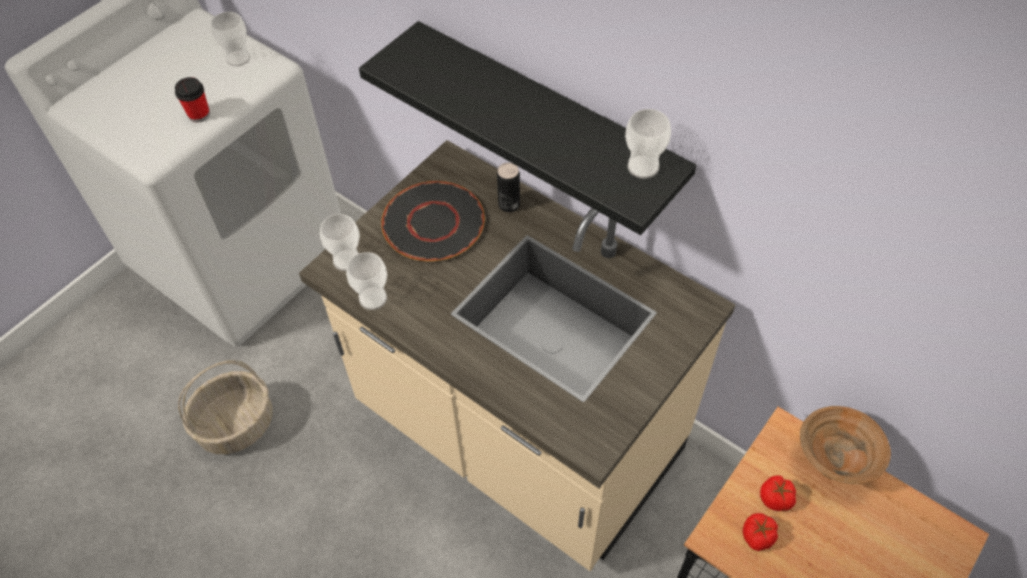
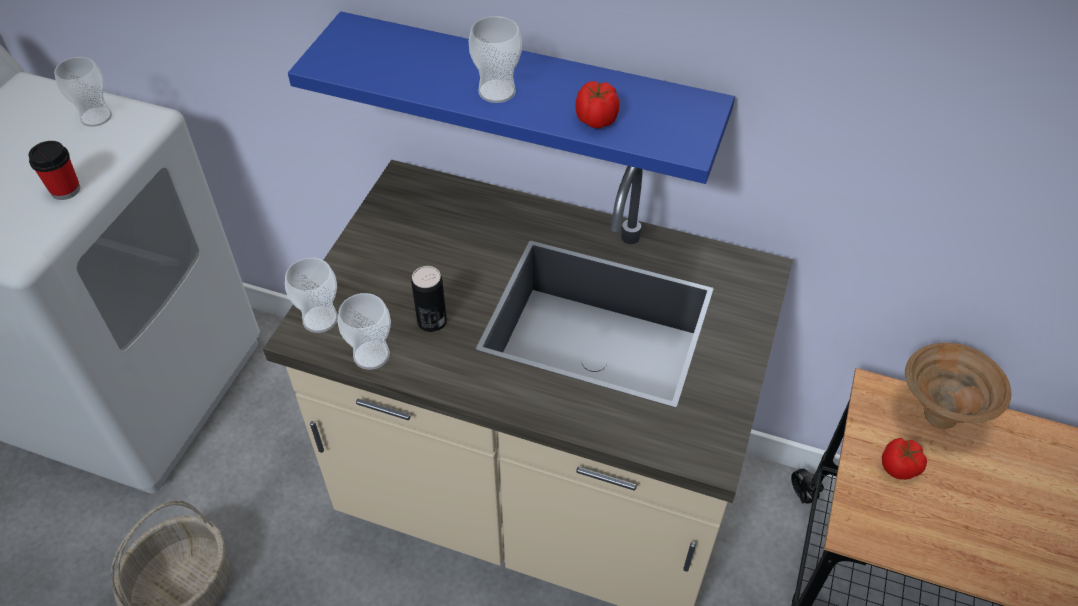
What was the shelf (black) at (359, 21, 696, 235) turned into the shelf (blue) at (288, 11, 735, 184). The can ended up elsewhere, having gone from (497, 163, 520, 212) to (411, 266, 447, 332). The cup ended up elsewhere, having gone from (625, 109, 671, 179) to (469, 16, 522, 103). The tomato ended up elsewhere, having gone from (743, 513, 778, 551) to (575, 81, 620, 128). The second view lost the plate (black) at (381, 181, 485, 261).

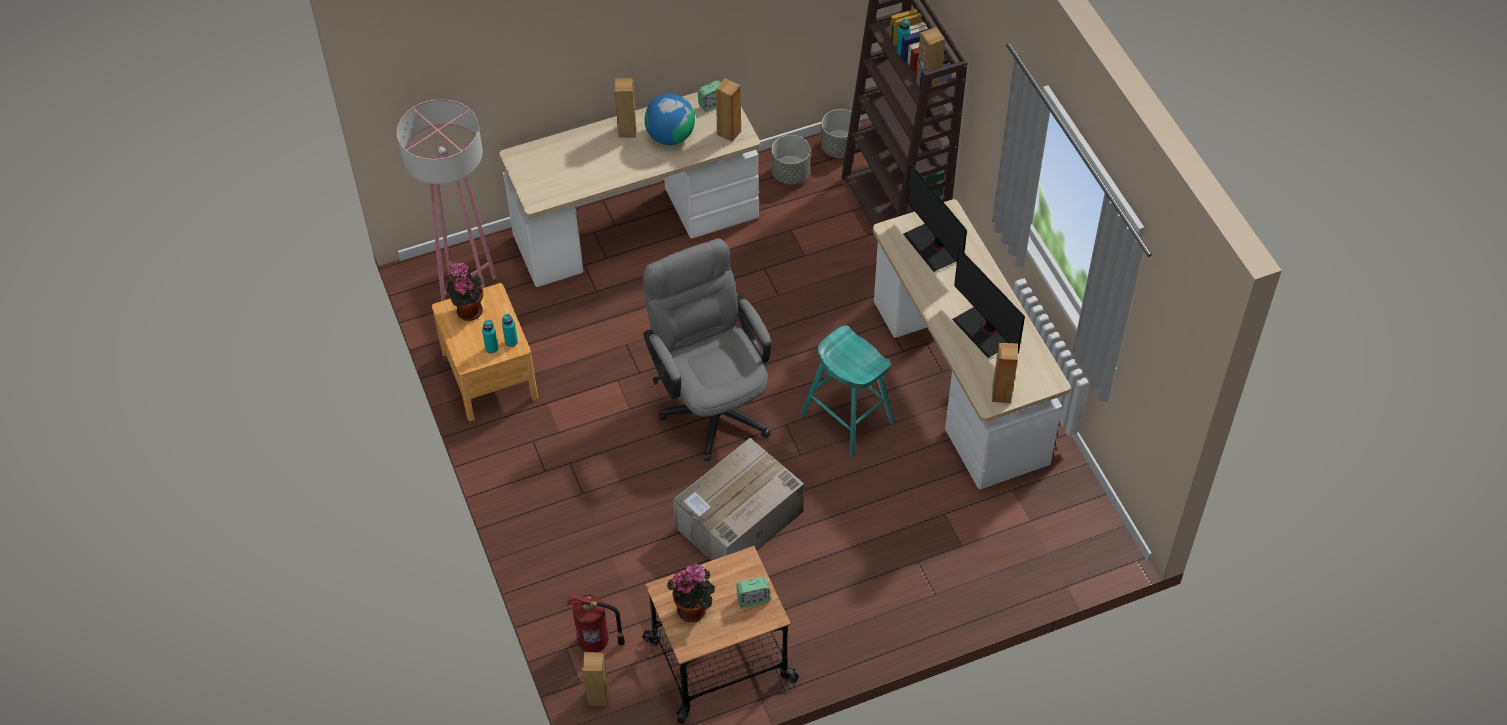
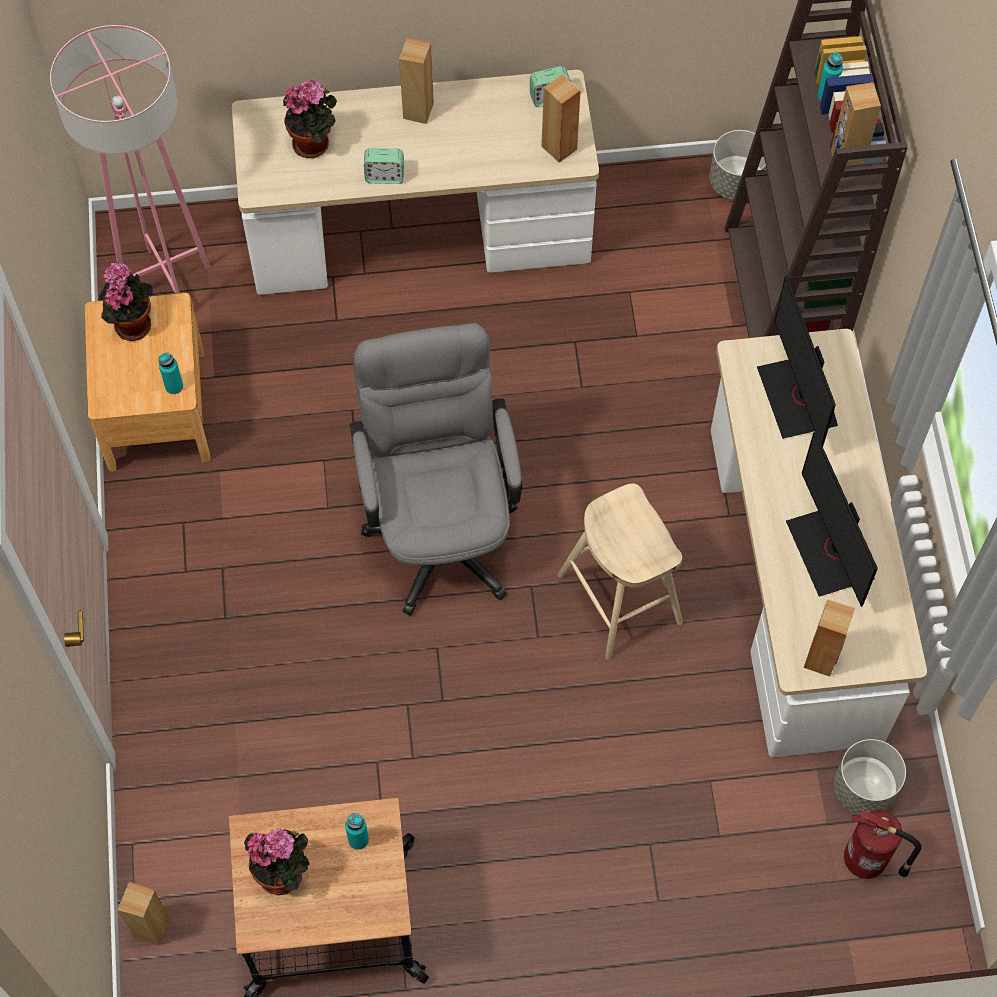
The second view gained the potted plant at (283, 80, 337, 158). The bottle (turquoise) ended up elsewhere, having gone from (482, 320, 498, 353) to (345, 813, 369, 850). The alarm clock ended up elsewhere, having gone from (736, 577, 770, 608) to (364, 148, 404, 184). What was the stool (turquoise) at (801, 325, 894, 457) turned into the stool (beige) at (557, 483, 683, 660). The planter (grey) ended up elsewhere, having gone from (772, 135, 811, 184) to (834, 739, 906, 815). The fire extinguisher ended up elsewhere, having gone from (566, 593, 625, 652) to (844, 809, 921, 879). The second view lost the globe at (645, 94, 695, 145). The second view lost the cardboard box at (673, 438, 804, 561).

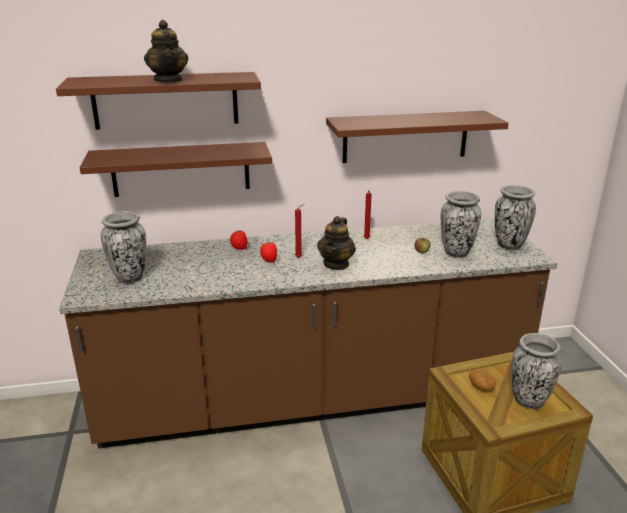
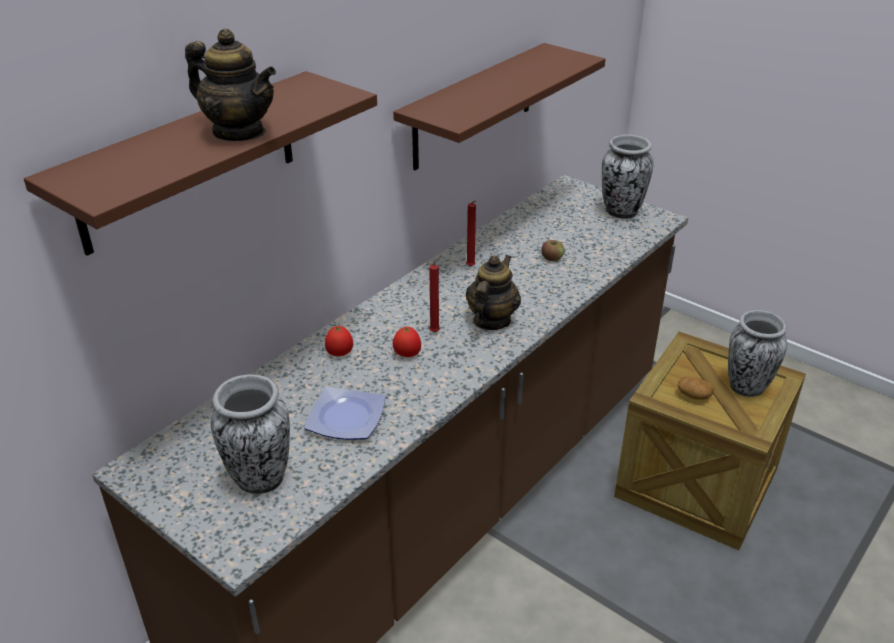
The second view gained the plate at (304, 387, 386, 440). The teapot at (317, 216, 356, 270) ended up facing another way, 135 degrees counterclockwise from before. The second view lost the shelf (brown) at (80, 142, 272, 197). The second view lost the vase at (441, 191, 481, 258).

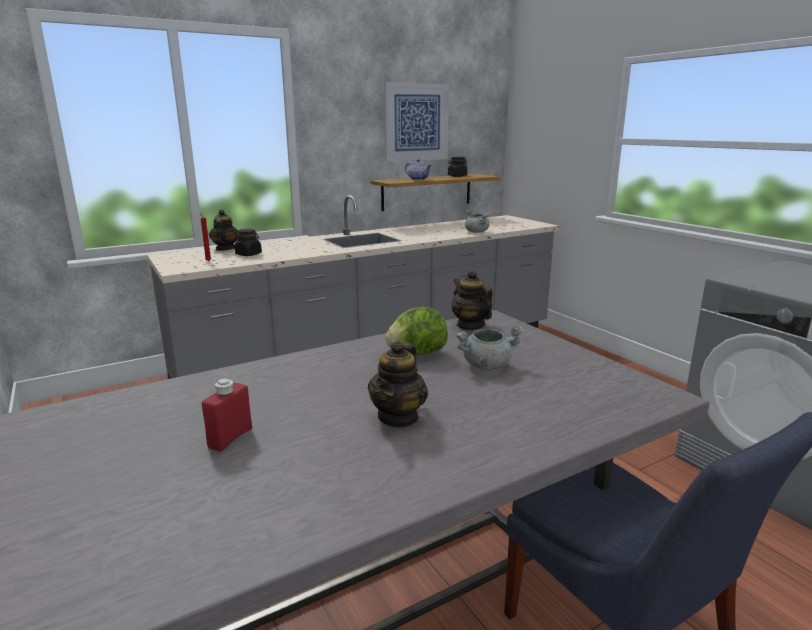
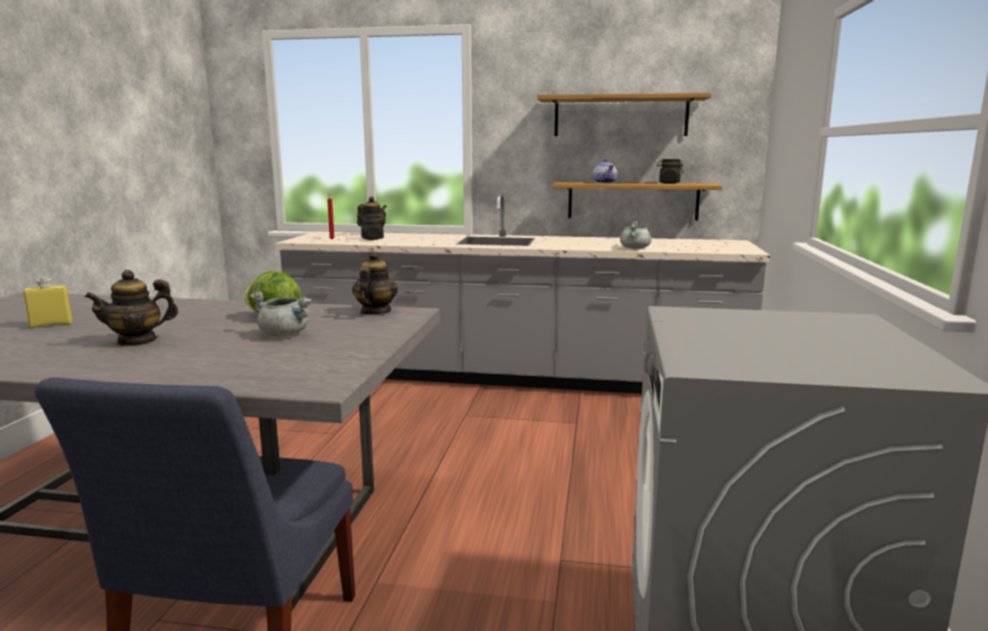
What was the bottle (red) at (202, 379, 252, 451) turned into the bottle (yellow) at (23, 277, 72, 328). Where the picture hung at (384, 82, 449, 162), the shelf came to hang at (537, 93, 711, 136).

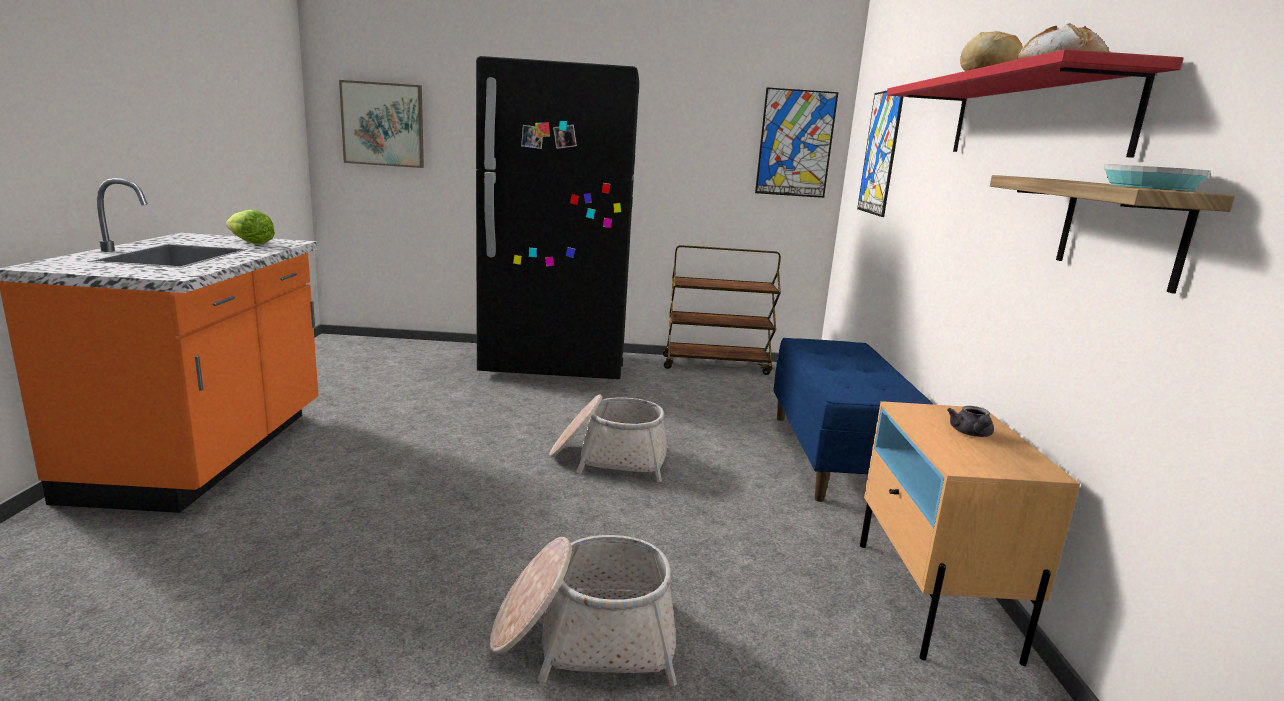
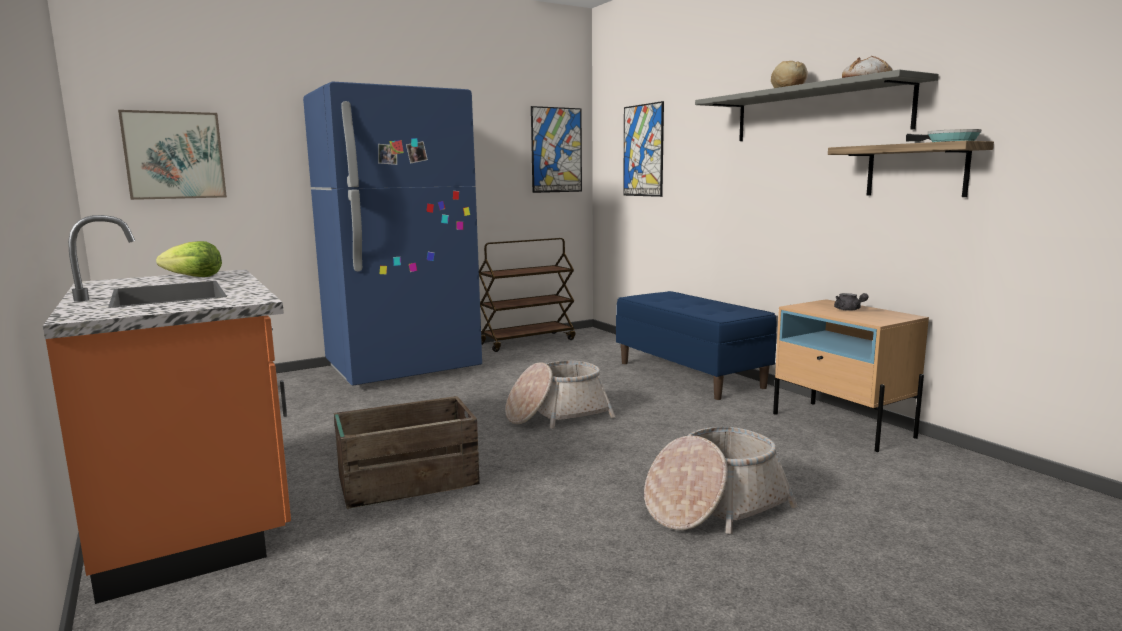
What was the fridge (black) at (476, 56, 639, 379) turned into the fridge (blue) at (303, 81, 482, 386). The second view gained the crate at (334, 396, 480, 509). What was the shelf (red) at (887, 49, 1183, 158) turned into the shelf (grey) at (695, 69, 939, 141).

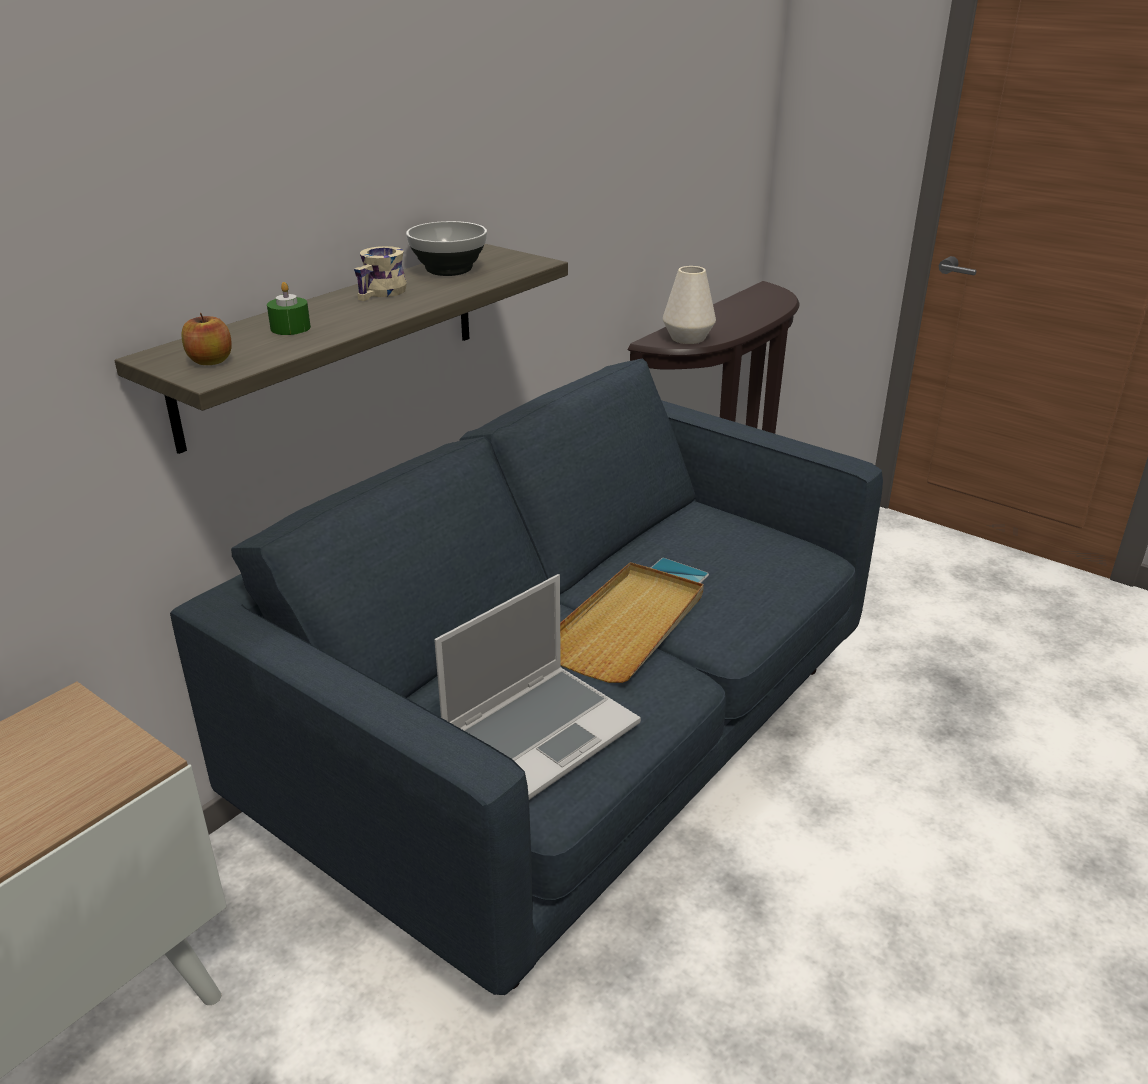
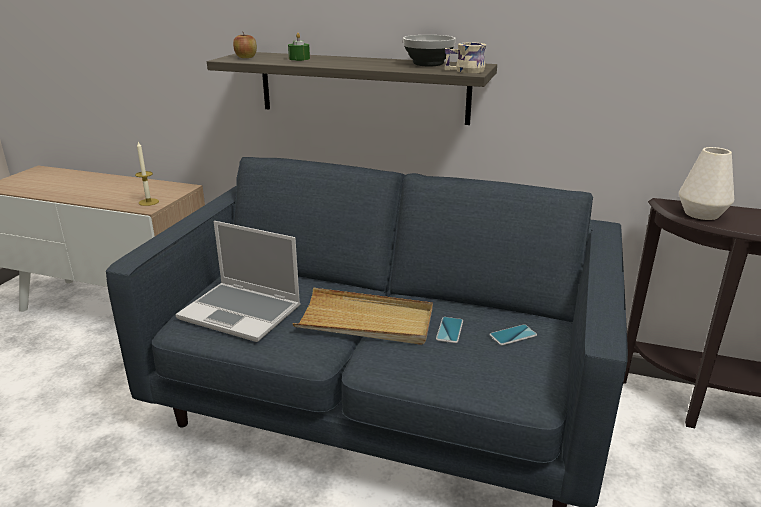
The second view gained the candle at (135, 142, 159, 206). The mug (beige) ended up elsewhere, having gone from (354, 246, 407, 301) to (445, 42, 486, 73). The second view gained the phone at (489, 324, 537, 345).

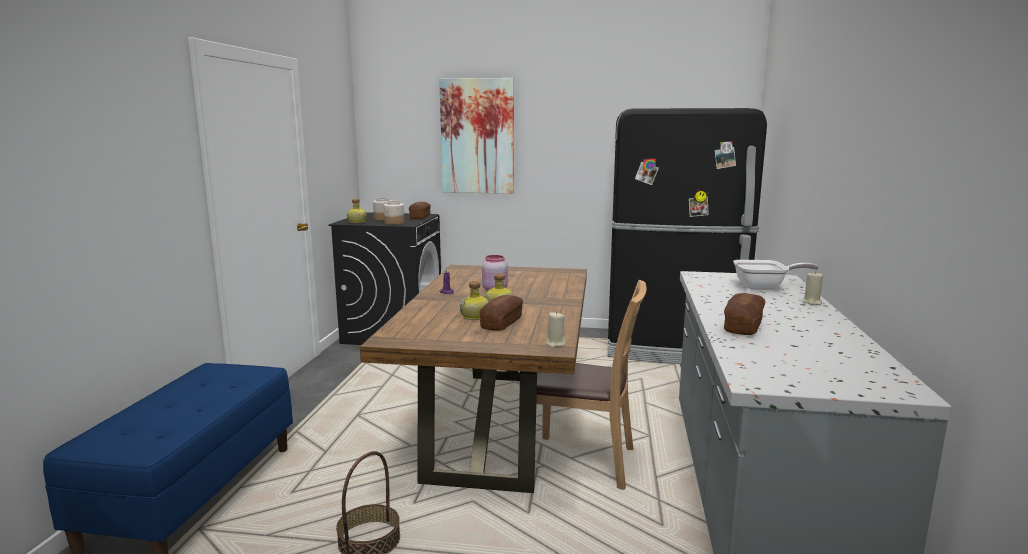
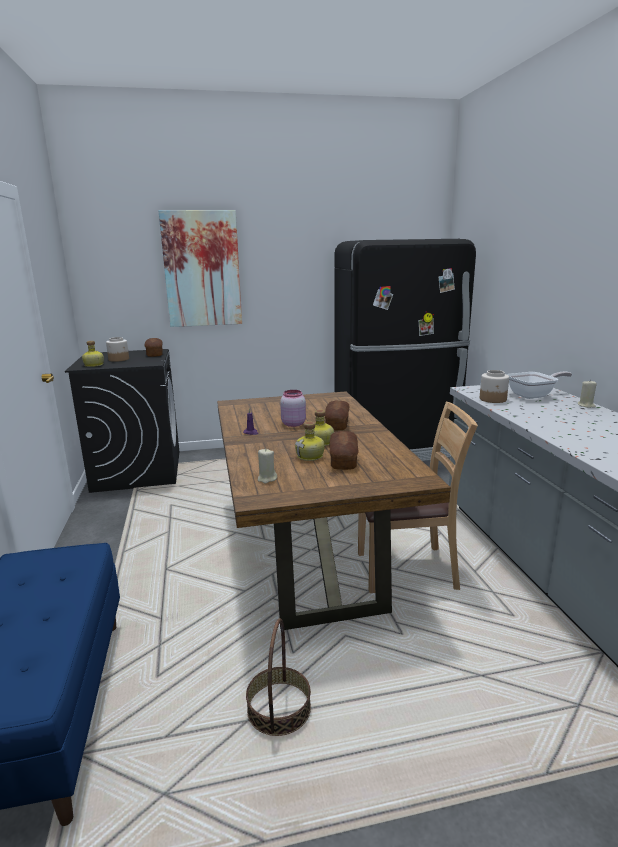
The candle (beige) ended up elsewhere, having gone from (545, 311, 567, 347) to (258, 448, 277, 483). The bread ended up elsewhere, having gone from (724, 293, 765, 335) to (325, 400, 349, 430). The jar ended up elsewhere, having gone from (384, 201, 405, 225) to (480, 370, 509, 403).

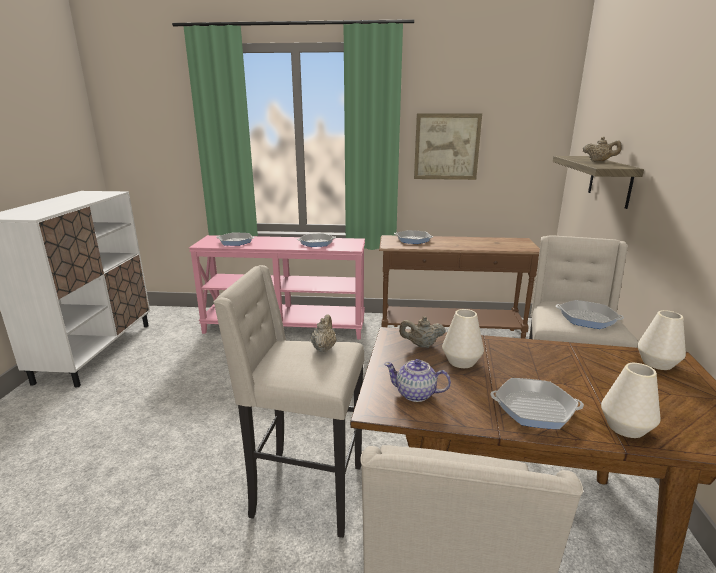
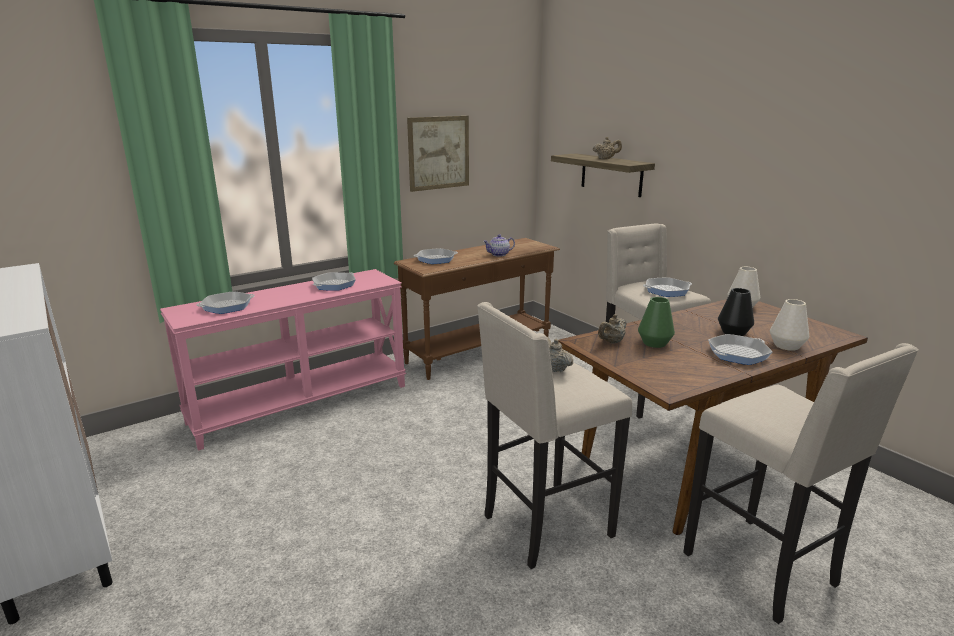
The teapot ended up elsewhere, having gone from (384, 359, 451, 402) to (483, 234, 515, 257). What was the vase (white) at (442, 309, 484, 368) turned into the vase (green) at (638, 297, 675, 348). The second view gained the vase (black) at (718, 288, 754, 336).

